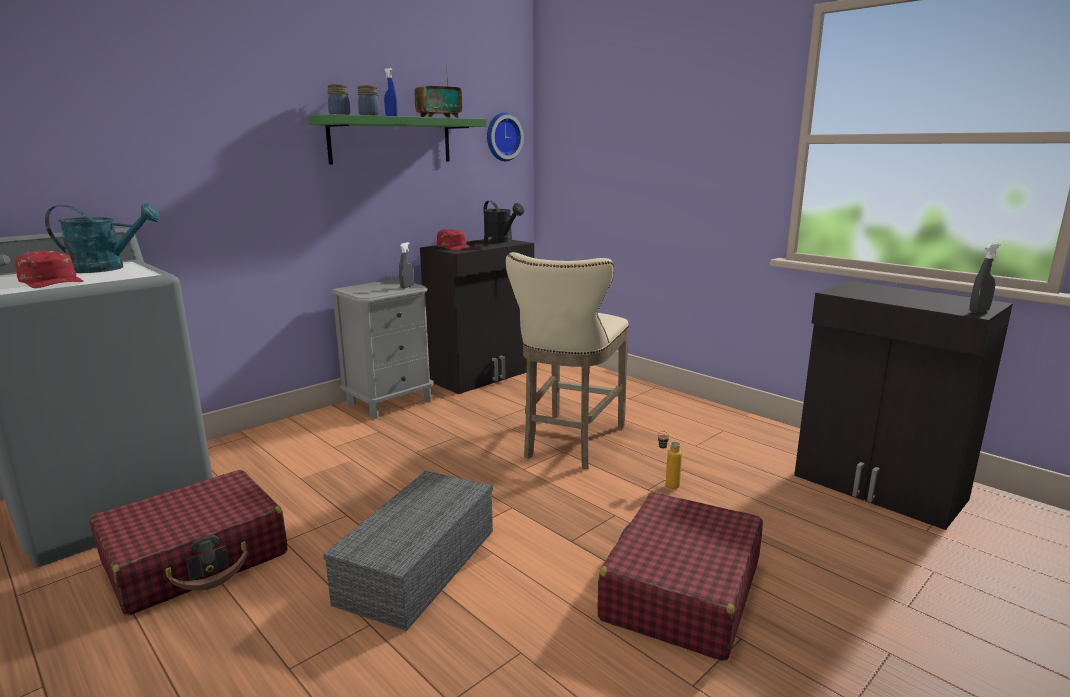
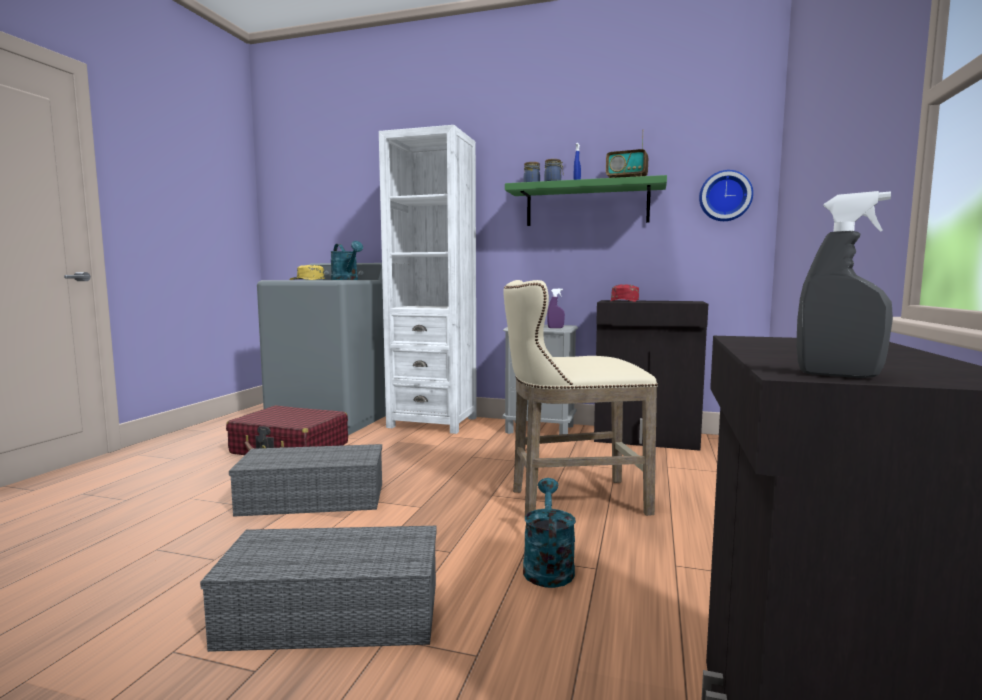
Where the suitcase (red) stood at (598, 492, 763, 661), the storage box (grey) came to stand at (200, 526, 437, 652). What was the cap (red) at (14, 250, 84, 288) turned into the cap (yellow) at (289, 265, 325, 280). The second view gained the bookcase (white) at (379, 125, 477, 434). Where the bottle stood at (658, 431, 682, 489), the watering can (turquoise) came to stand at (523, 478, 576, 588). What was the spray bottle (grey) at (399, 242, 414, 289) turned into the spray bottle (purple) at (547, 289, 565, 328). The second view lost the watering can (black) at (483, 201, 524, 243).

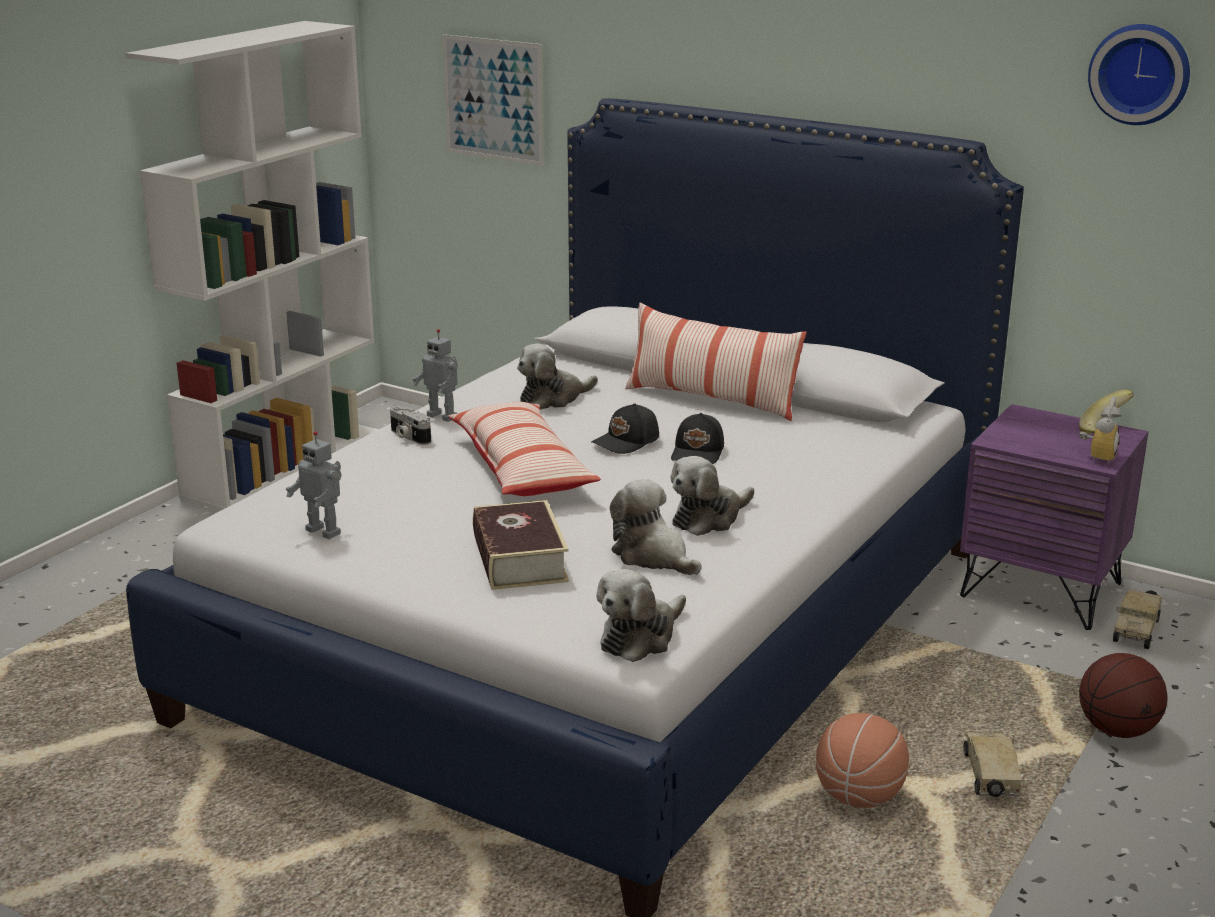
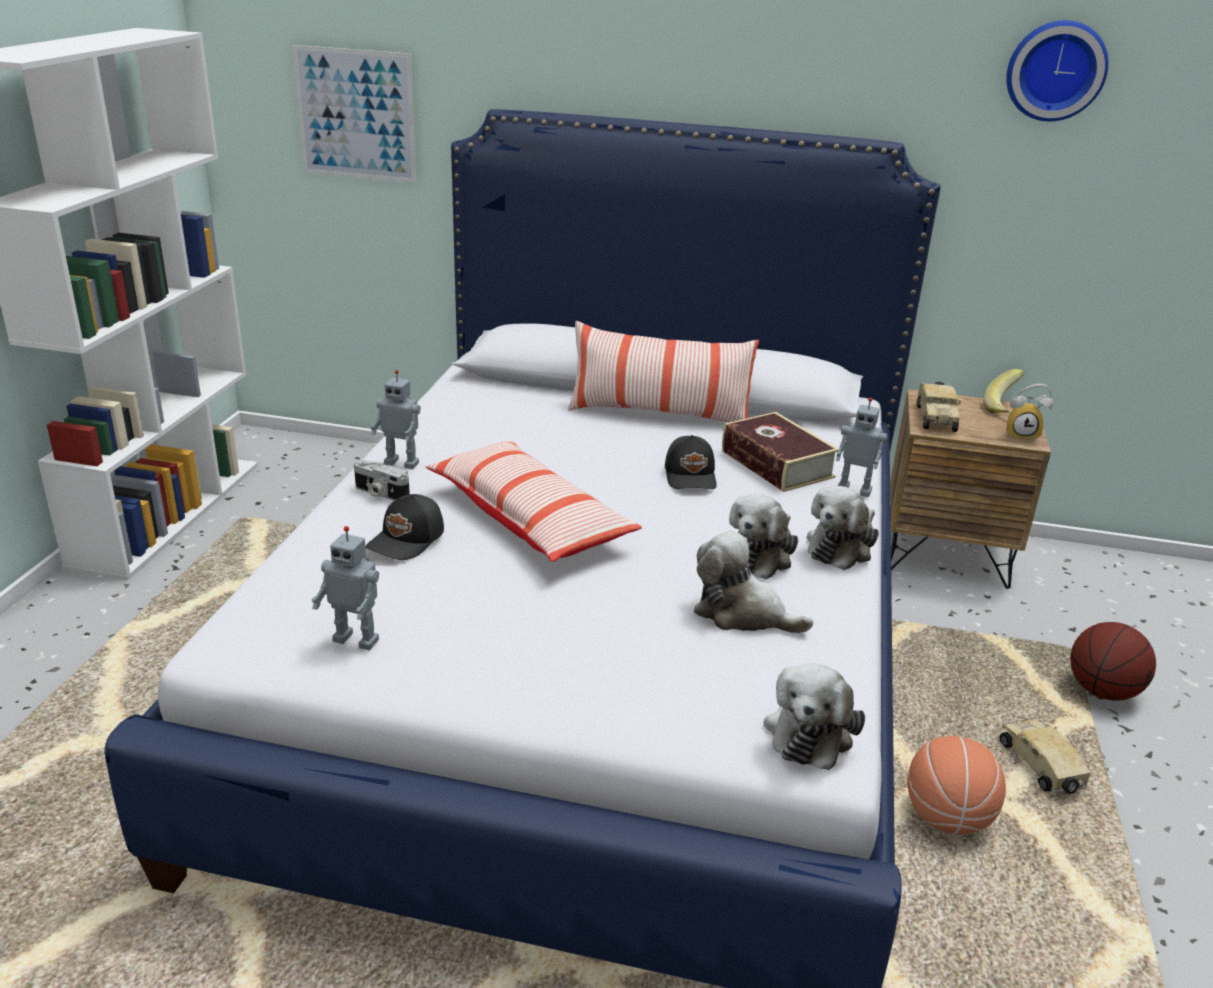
The cap (black) ended up elsewhere, having gone from (592, 403, 659, 454) to (365, 494, 444, 560). The book ended up elsewhere, having gone from (473, 500, 569, 590) to (722, 412, 839, 492). The plush toy ended up elsewhere, having gone from (517, 343, 598, 409) to (807, 486, 879, 570). The second view gained the toy robot at (836, 397, 888, 497). What was the nightstand (purple) at (960, 404, 1148, 630) turned into the nightstand (brown) at (890, 389, 1051, 589). The toy truck ended up elsewhere, having gone from (1113, 589, 1162, 649) to (917, 382, 961, 432). The alarm clock at (1079, 396, 1122, 464) ended up facing another way, 90 degrees clockwise from before.

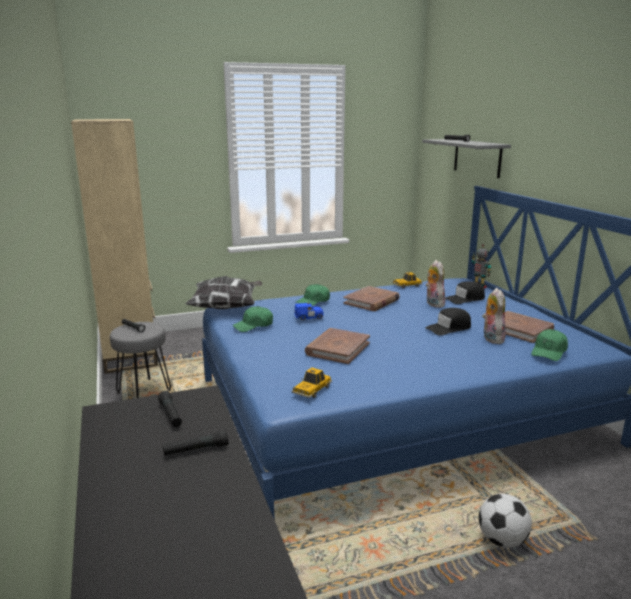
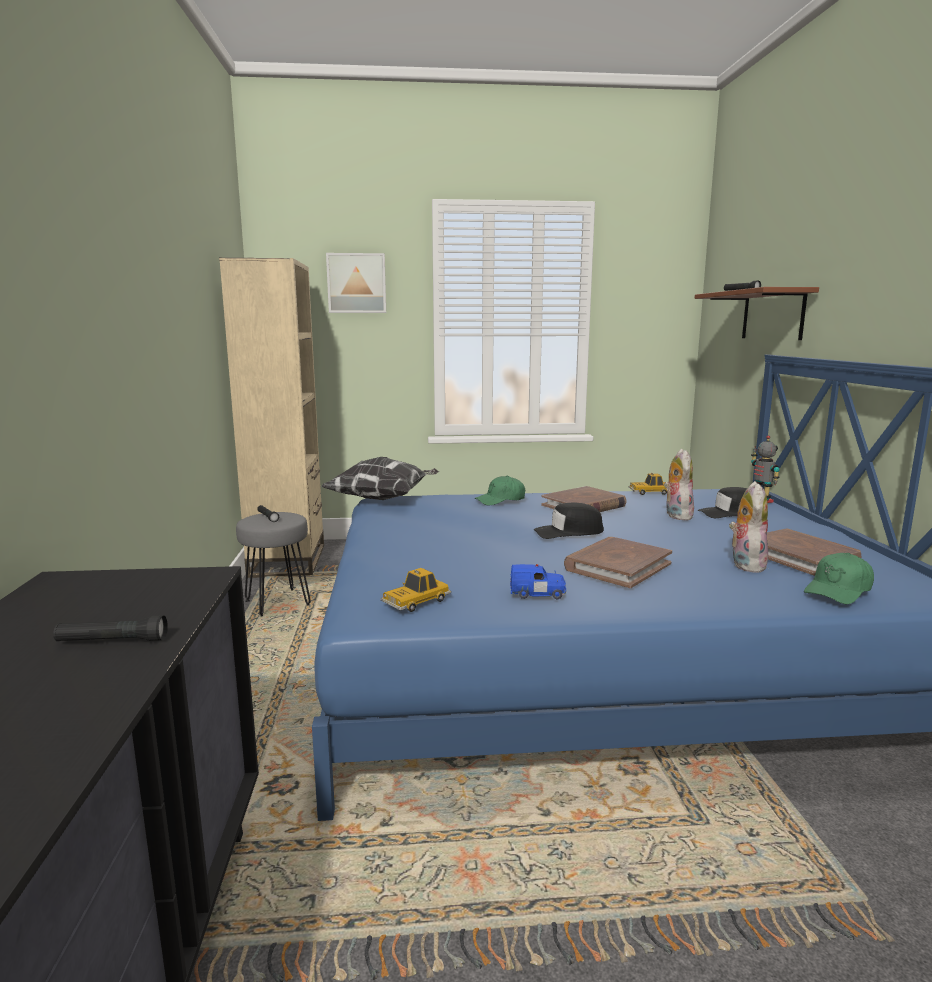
The second view gained the picture at (326, 253, 386, 313). The toy car (blue) ended up elsewhere, having gone from (294, 302, 324, 321) to (510, 564, 566, 599). The cap (black) ended up elsewhere, having gone from (425, 308, 471, 336) to (533, 503, 604, 539). The book (brown) ended up elsewhere, having gone from (305, 328, 370, 364) to (564, 537, 672, 588). What was the shelf (grey) at (422, 139, 511, 178) turned into the shelf (brown) at (695, 287, 819, 340). The second view lost the flashlight (black) at (158, 391, 182, 427). The second view lost the cap (green) at (233, 306, 273, 332). The second view lost the football at (479, 494, 532, 548).

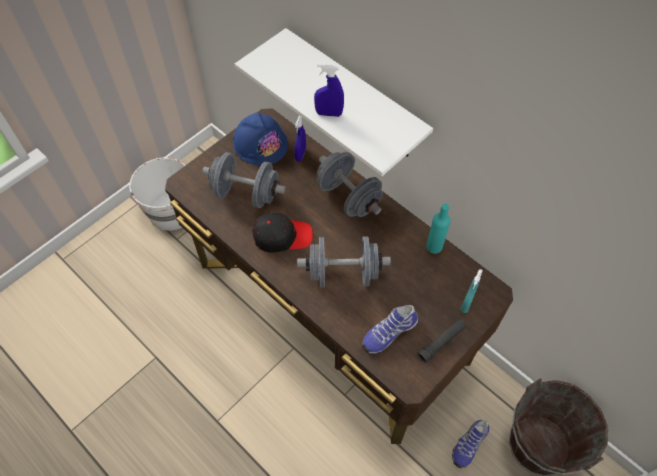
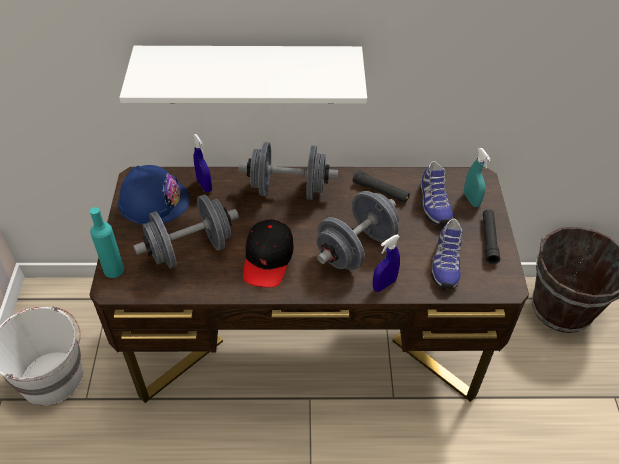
The bottle (turquoise) ended up elsewhere, having gone from (426, 204, 450, 254) to (90, 207, 124, 278). The cap (black) at (252, 213, 313, 253) ended up facing another way, 150 degrees clockwise from before. The second view gained the flashlight (black) at (353, 170, 410, 203). The spray bottle (blue) ended up elsewhere, having gone from (314, 63, 344, 117) to (373, 234, 400, 292). The shoe ended up elsewhere, having gone from (452, 420, 489, 468) to (420, 161, 453, 226).

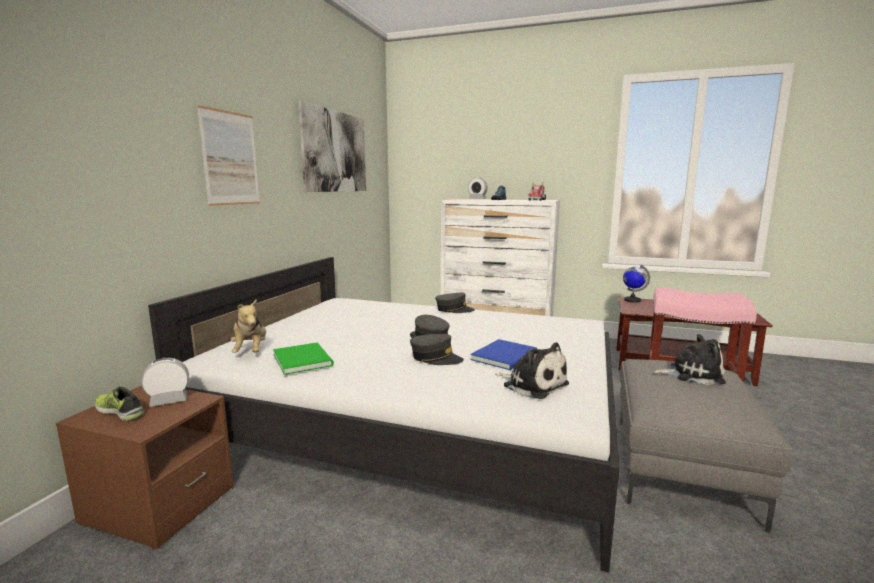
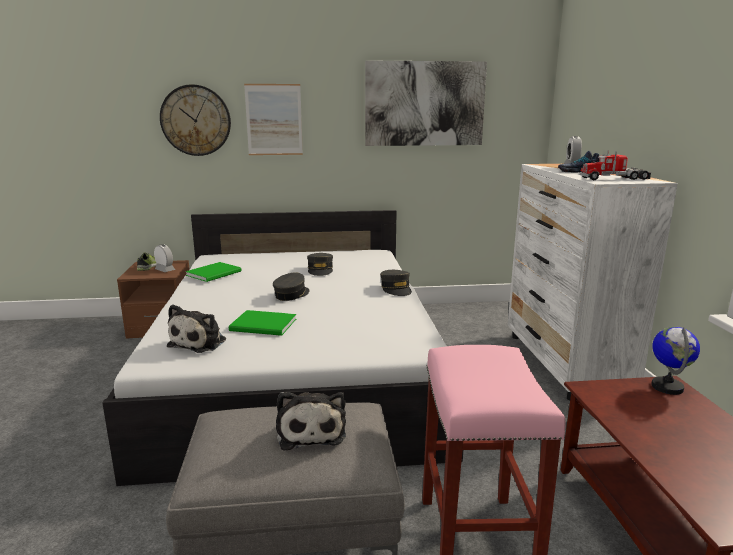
The second view gained the wall clock at (160, 84, 231, 156). What was the book (blue) at (470, 339, 537, 370) turned into the book (green) at (229, 310, 296, 336). The cap (grey) ended up elsewhere, having gone from (410, 334, 464, 365) to (307, 253, 333, 276). The second view lost the plush toy at (231, 299, 266, 353).

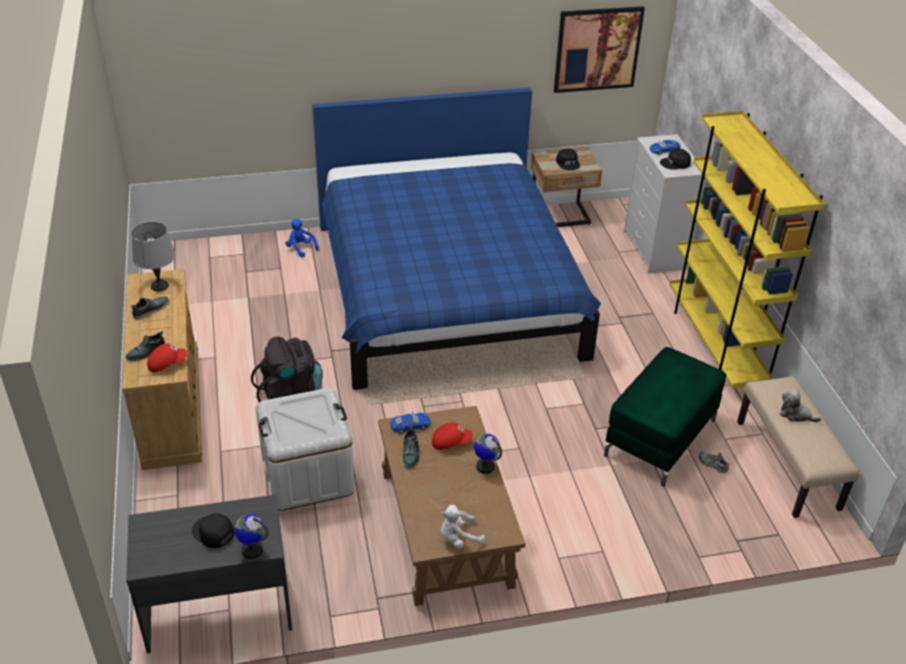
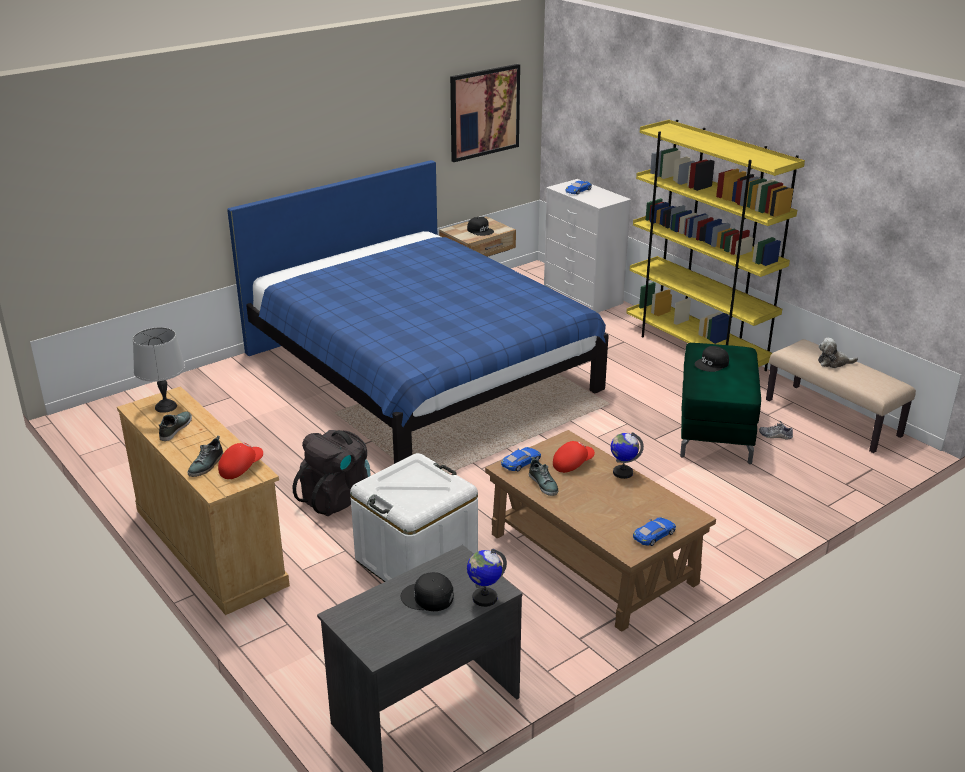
Where the plush toy (white) stood at (441, 505, 485, 549), the toy car (blue) came to stand at (633, 517, 676, 546). The cap (black) ended up elsewhere, having gone from (660, 148, 691, 170) to (695, 346, 729, 372). The second view lost the plush toy (blue) at (285, 219, 319, 258).

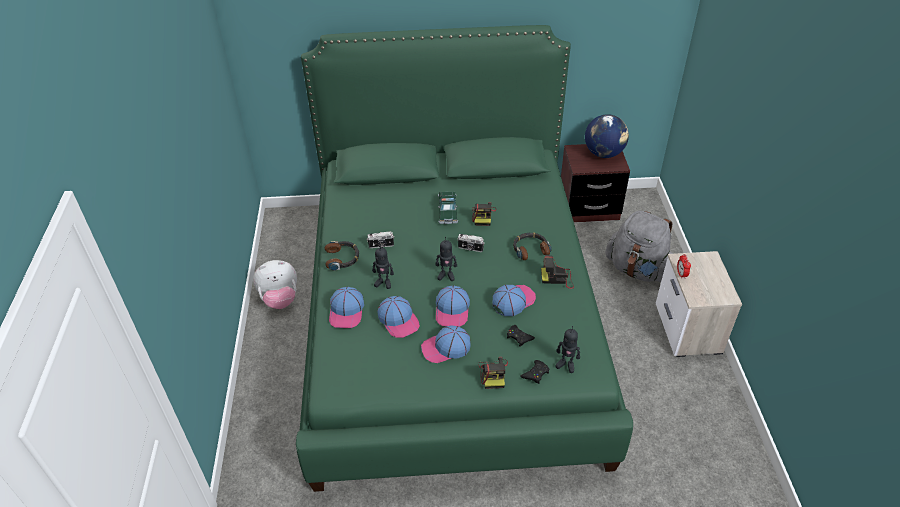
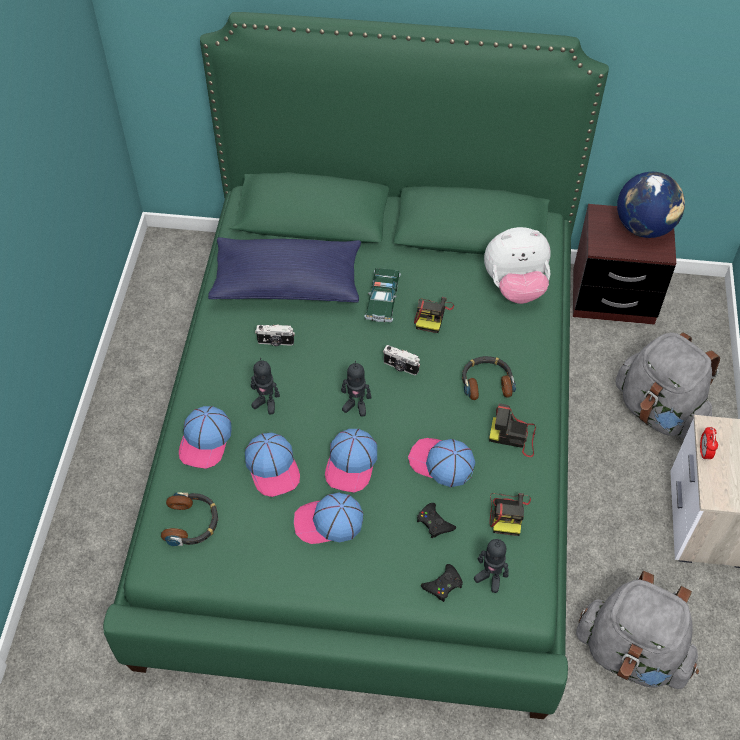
The headphones ended up elsewhere, having gone from (324, 241, 359, 271) to (161, 492, 218, 546). The second view gained the pillow (blue) at (208, 237, 361, 303). The cap at (493, 285, 536, 316) ended up facing another way, 120 degrees counterclockwise from before. The plush toy ended up elsewhere, having gone from (253, 260, 297, 309) to (484, 227, 551, 304). The photo camera ended up elsewhere, having gone from (478, 357, 508, 389) to (489, 493, 531, 536). The second view gained the backpack (grey) at (576, 571, 699, 689).

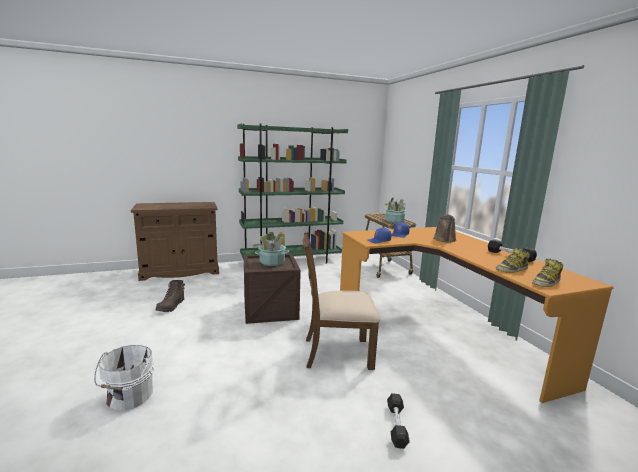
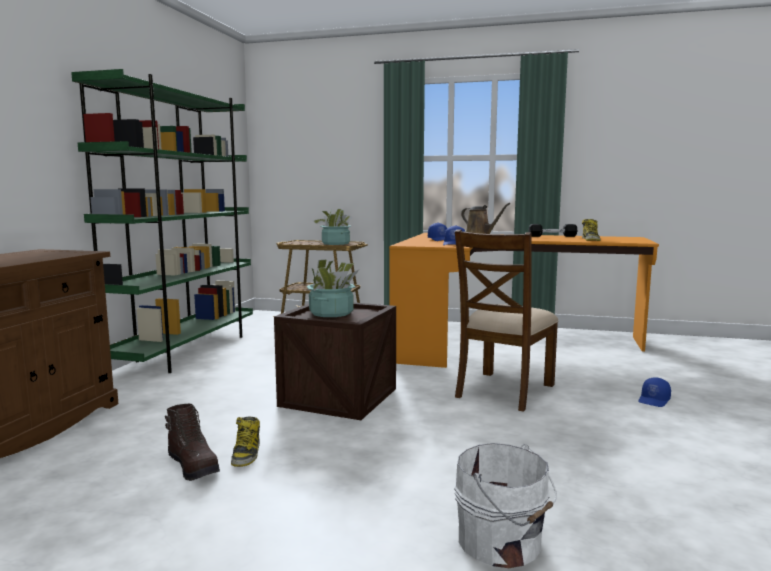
The boot ended up elsewhere, having gone from (532, 258, 563, 287) to (231, 417, 260, 467). Where the dumbbell (black) stood at (387, 393, 410, 449), the cap (blue) came to stand at (638, 378, 671, 407).

